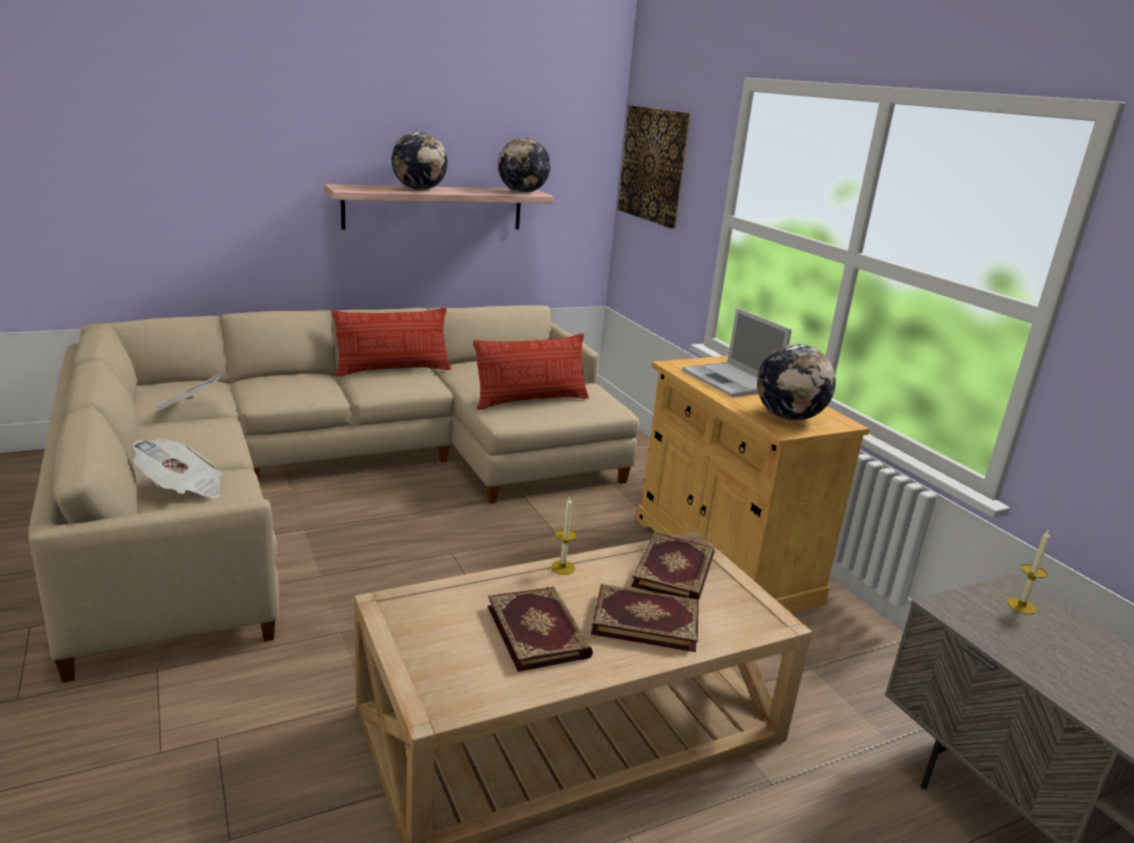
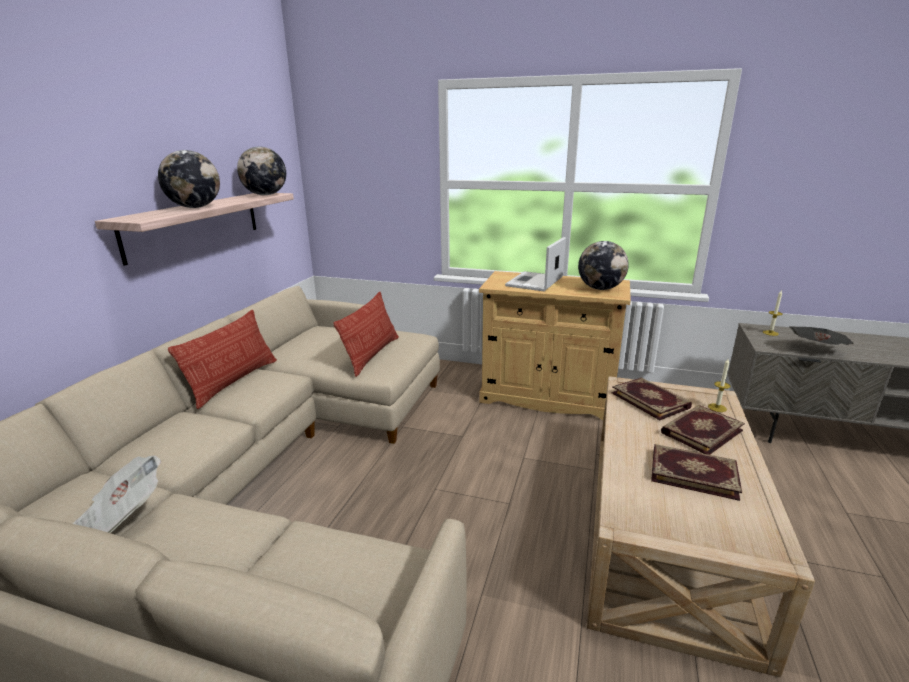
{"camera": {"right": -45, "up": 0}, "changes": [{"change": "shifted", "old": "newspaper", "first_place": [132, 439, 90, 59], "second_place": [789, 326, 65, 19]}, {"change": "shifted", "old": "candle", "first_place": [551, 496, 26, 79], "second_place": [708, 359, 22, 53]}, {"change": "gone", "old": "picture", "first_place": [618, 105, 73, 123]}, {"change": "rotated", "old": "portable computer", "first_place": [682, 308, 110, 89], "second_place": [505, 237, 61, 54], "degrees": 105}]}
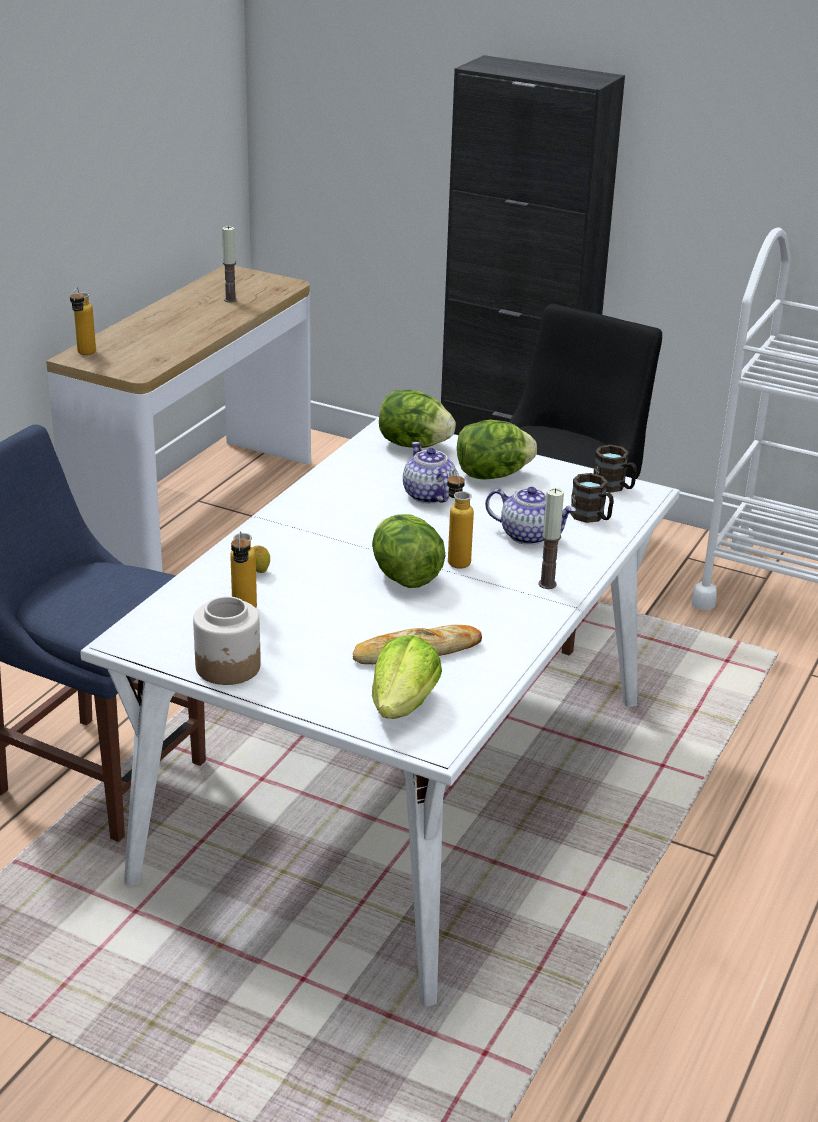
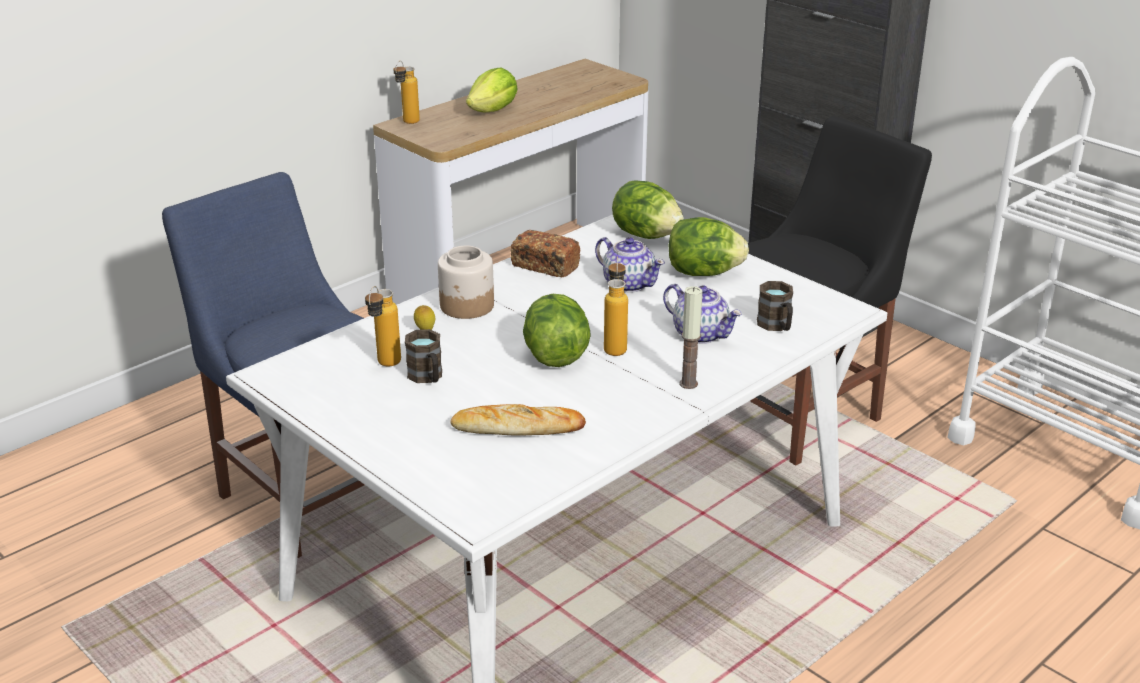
{"camera": {"right": 20, "up": 0}, "changes": [{"change": "shifted", "old": "preserve jar", "first_place": [193, 596, 68, 89], "second_place": [438, 245, 56, 74]}, {"change": "gone", "old": "candle", "first_place": [222, 226, 15, 77]}, {"change": "shifted", "old": "head of lettuce", "first_place": [372, 635, 70, 84], "second_place": [466, 68, 52, 44]}, {"change": "rotated", "old": "teapot", "first_place": [403, 442, 54, 62], "second_place": [595, 237, 70, 56], "degrees": 135}, {"change": "shifted", "old": "brown mug", "first_place": [594, 445, 43, 48], "second_place": [405, 329, 37, 54]}, {"change": "new", "new": "baked bread", "second_place": [510, 230, 70, 48]}]}
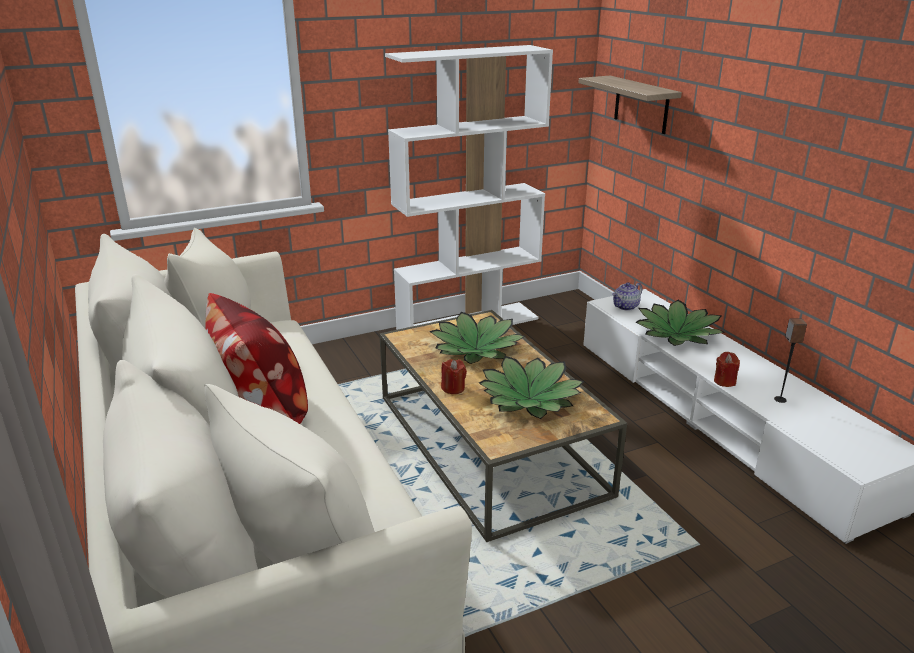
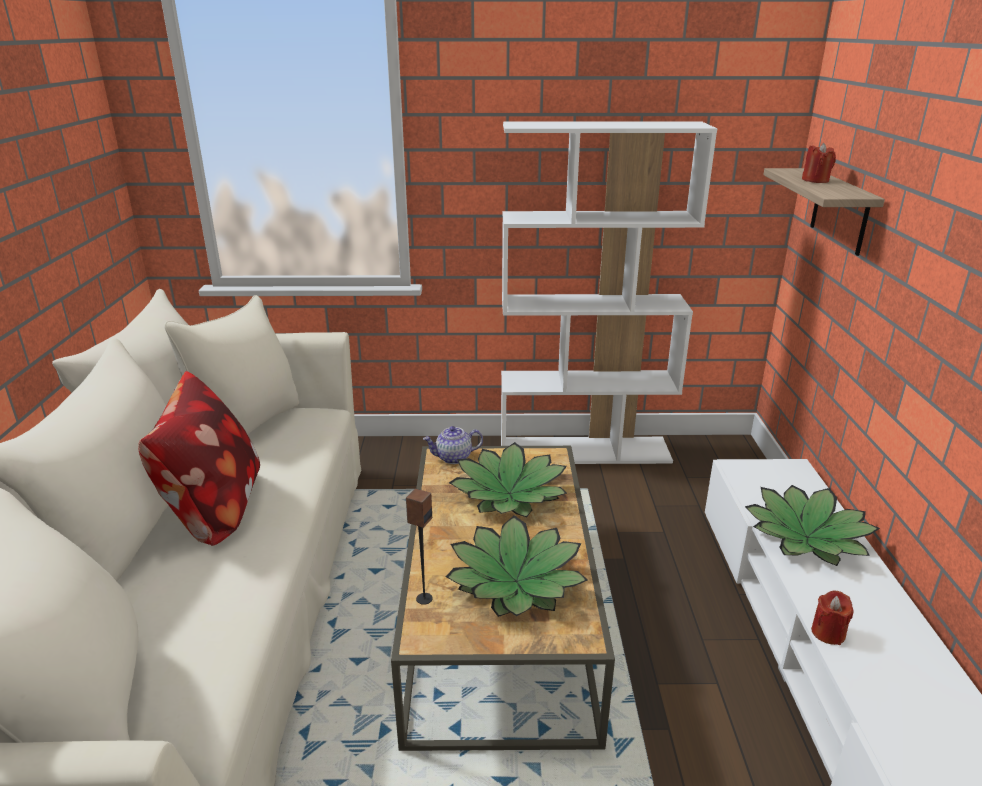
{"camera": {"right": 25, "up": 0}, "changes": [{"change": "shifted", "old": "reddish candle", "first_place": [441, 359, 26, 35], "second_place": [802, 143, 34, 40]}, {"change": "shifted", "old": "teapot", "first_place": [612, 282, 31, 28], "second_place": [423, 426, 60, 38]}, {"change": "shifted", "old": "audio speaker", "first_place": [774, 319, 33, 84], "second_place": [406, 489, 27, 116]}]}
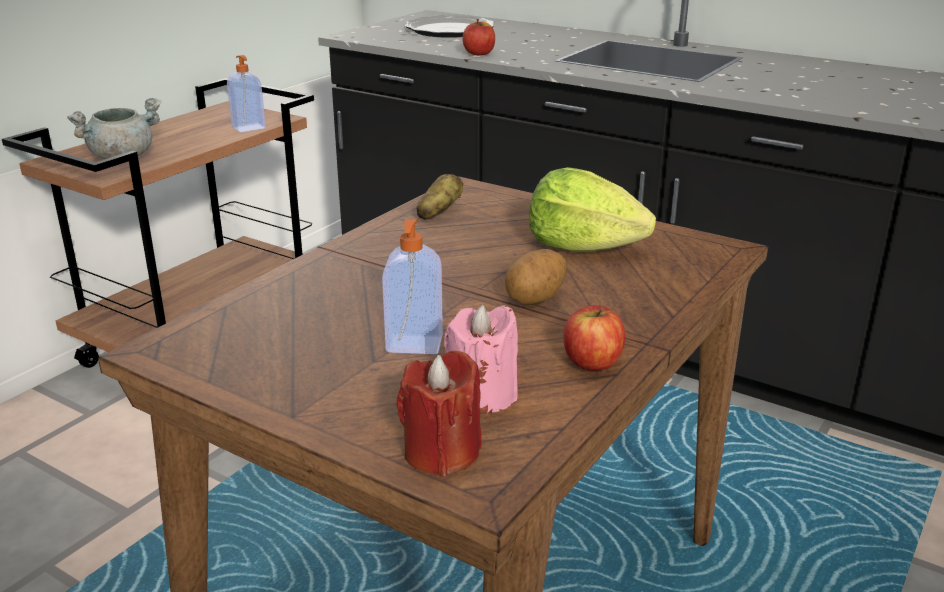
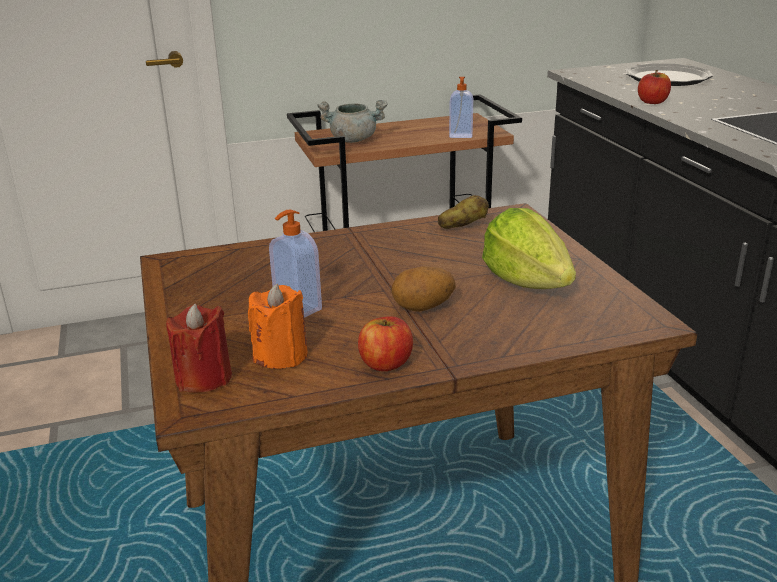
{"camera": {"right": 40, "up": 0}, "changes": [{"change": "repainted", "old": "pinkish candle", "new": "orange candle", "first_place": [444, 305, 74, 109], "second_place": [248, 284, 60, 85]}]}
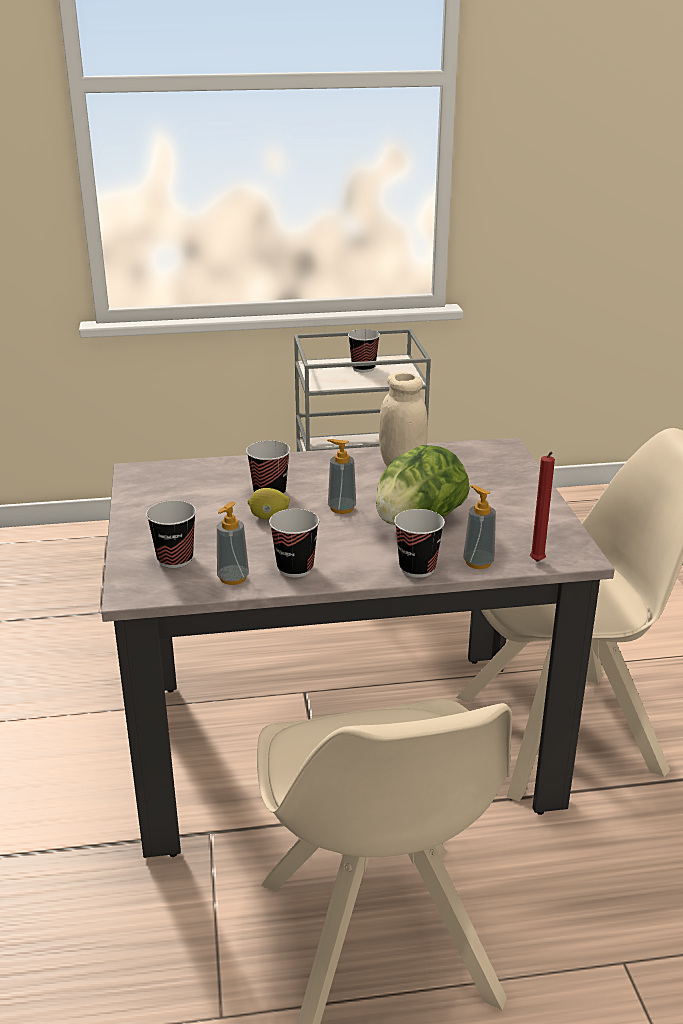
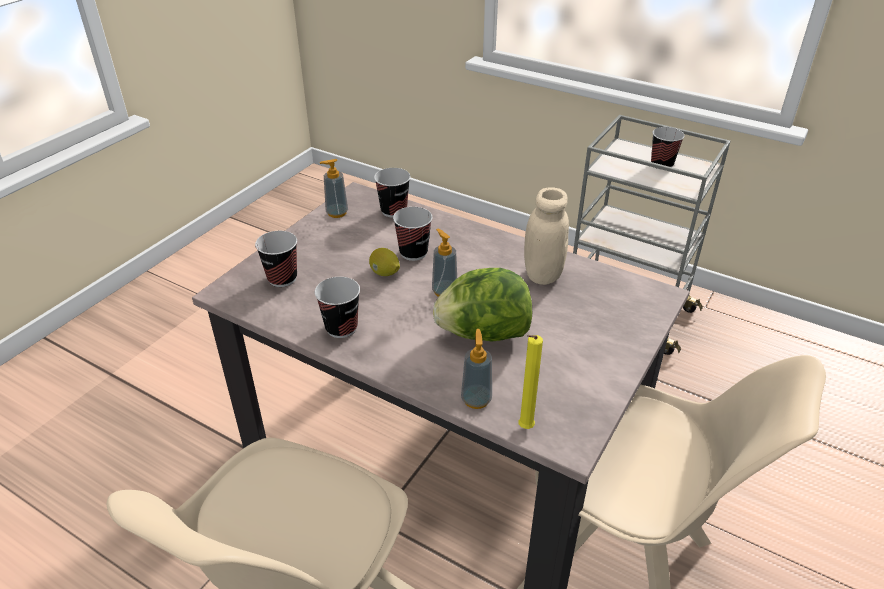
{"camera": {"right": 40, "up": 10}, "changes": [{"change": "shifted", "old": "liquid soap bottle", "first_place": [217, 501, 32, 84], "second_place": [320, 159, 28, 59]}, {"change": "shifted", "old": "drinking cup", "first_place": [394, 509, 51, 69], "second_place": [374, 168, 37, 50]}, {"change": "repainted", "old": "reddish candle", "new": "yellowish candle", "first_place": [530, 452, 25, 110], "second_place": [518, 335, 25, 94]}]}
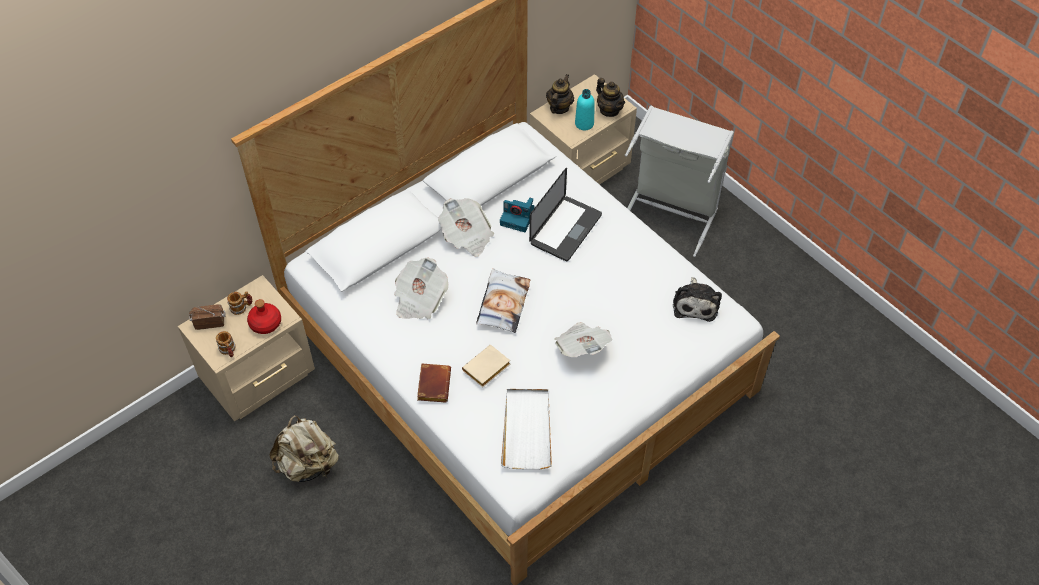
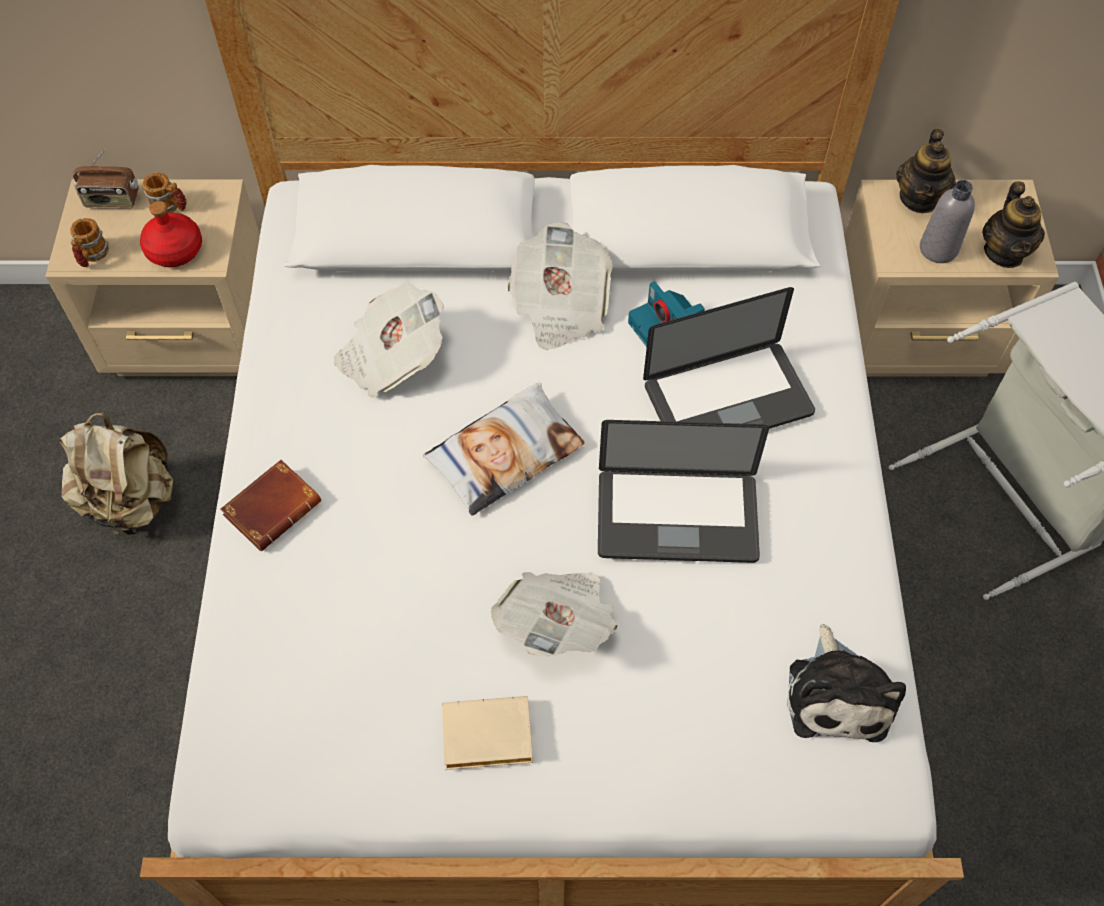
{"camera": {"right": 40, "up": 5}, "changes": [{"change": "rotated", "old": "radio", "first_place": [189, 304, 37, 26], "second_place": [73, 149, 66, 60], "degrees": 150}, {"change": "shifted", "old": "sand-coloured volume", "first_place": [462, 345, 48, 42], "second_place": [442, 696, 91, 74]}, {"change": "gone", "old": "whitish carrying tray", "first_place": [501, 389, 51, 81]}, {"change": "rotated", "old": "teapot", "first_place": [546, 74, 28, 40], "second_place": [896, 129, 60, 84], "degrees": 135}, {"change": "repainted", "old": "blue-green bottle", "new": "gray bottle", "first_place": [575, 89, 20, 41], "second_place": [920, 180, 55, 83]}, {"change": "rotated", "old": "plush toy", "first_place": [673, 277, 49, 45], "second_place": [787, 624, 119, 118], "degrees": -45}, {"change": "new", "new": "portable computer", "second_place": [598, 420, 171, 143]}]}
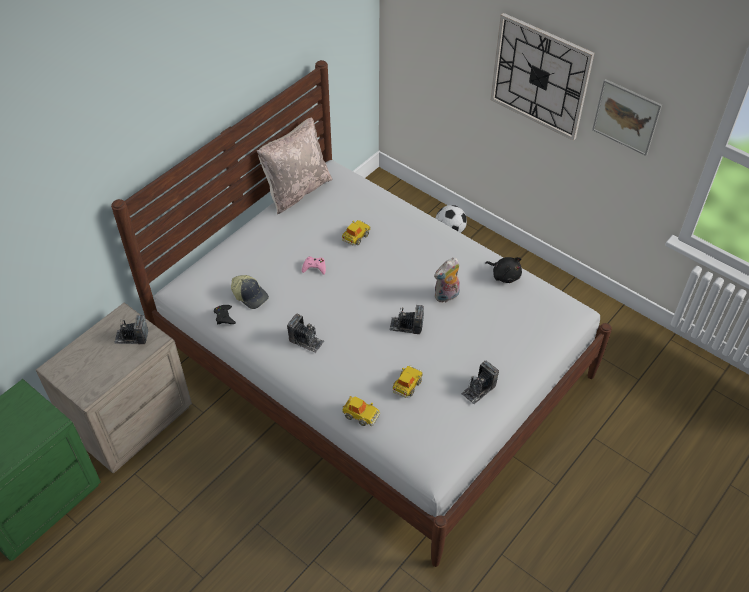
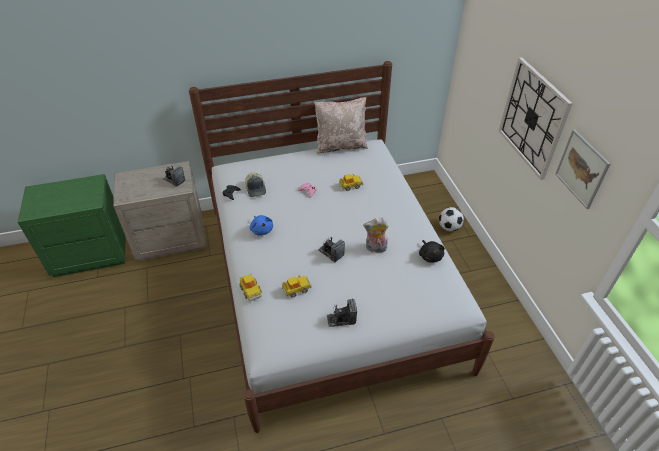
{"camera": {"right": 35, "up": -5}, "changes": [{"change": "swapped", "old": "still camera", "new": "blue plush toy", "first_place": [287, 313, 37, 40], "second_place": [250, 215, 23, 20]}]}
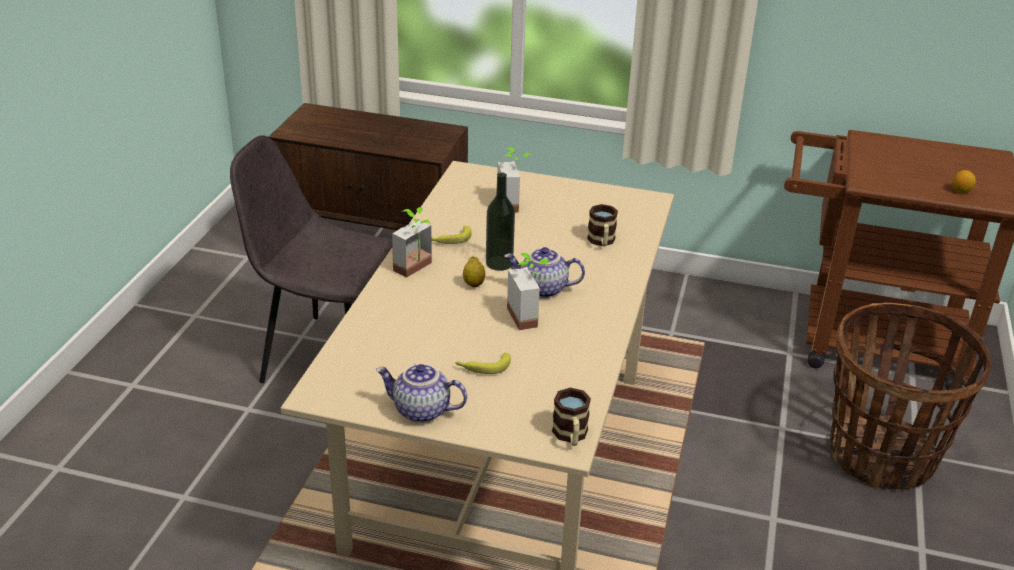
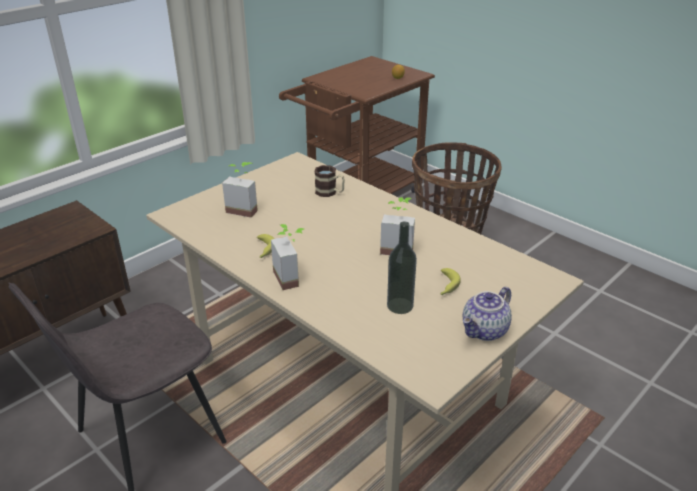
{"camera": {"right": -60, "up": 0}, "changes": [{"change": "gone", "old": "whole lemon", "first_place": [463, 256, 22, 31]}, {"change": "shifted", "old": "bottle", "first_place": [486, 172, 29, 99], "second_place": [387, 221, 30, 93]}, {"change": "gone", "old": "teapot", "first_place": [504, 247, 81, 51]}, {"change": "gone", "old": "mug", "first_place": [552, 388, 39, 58]}]}
